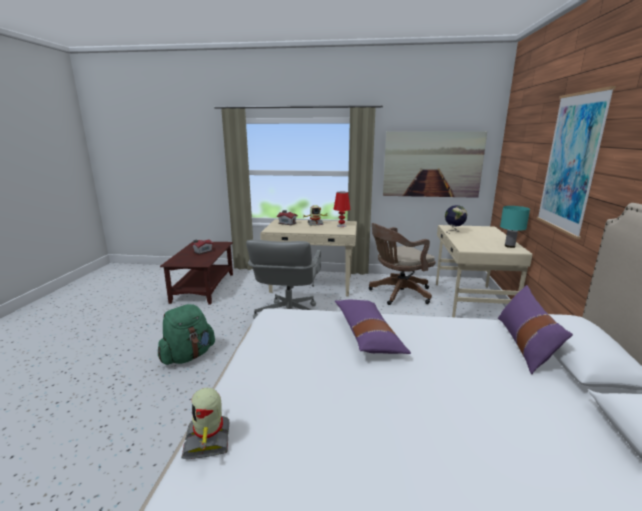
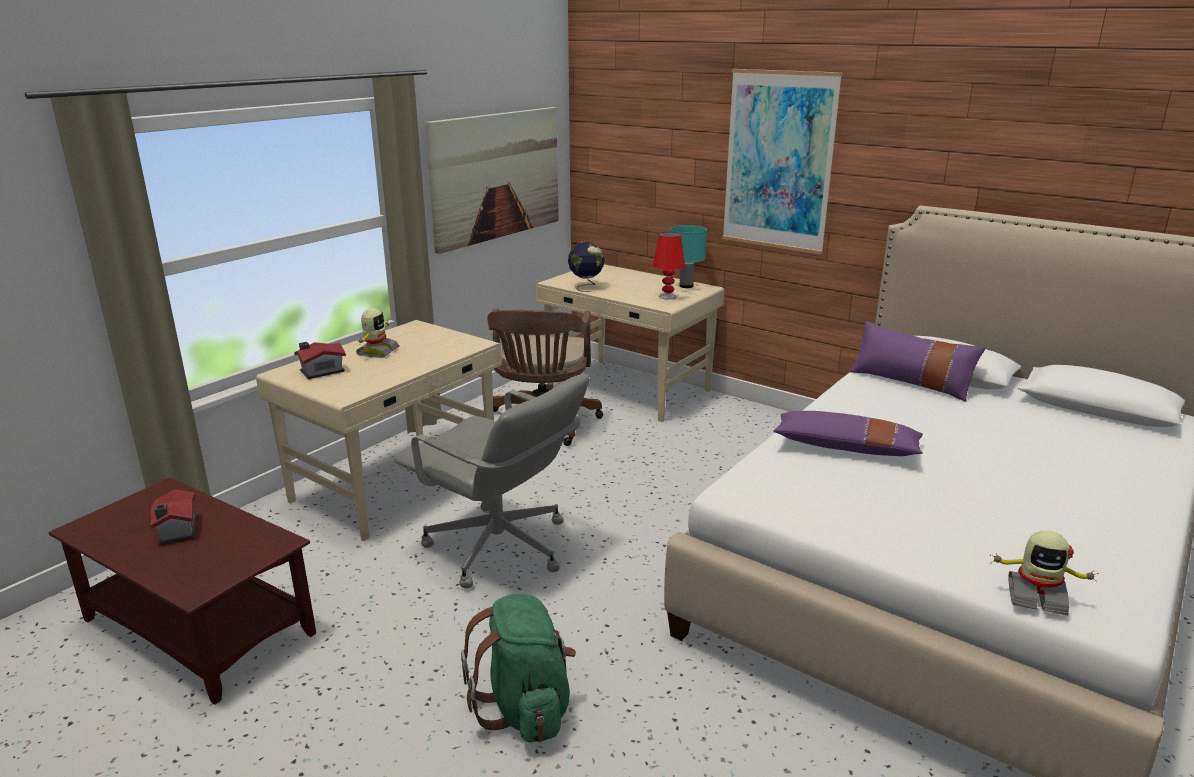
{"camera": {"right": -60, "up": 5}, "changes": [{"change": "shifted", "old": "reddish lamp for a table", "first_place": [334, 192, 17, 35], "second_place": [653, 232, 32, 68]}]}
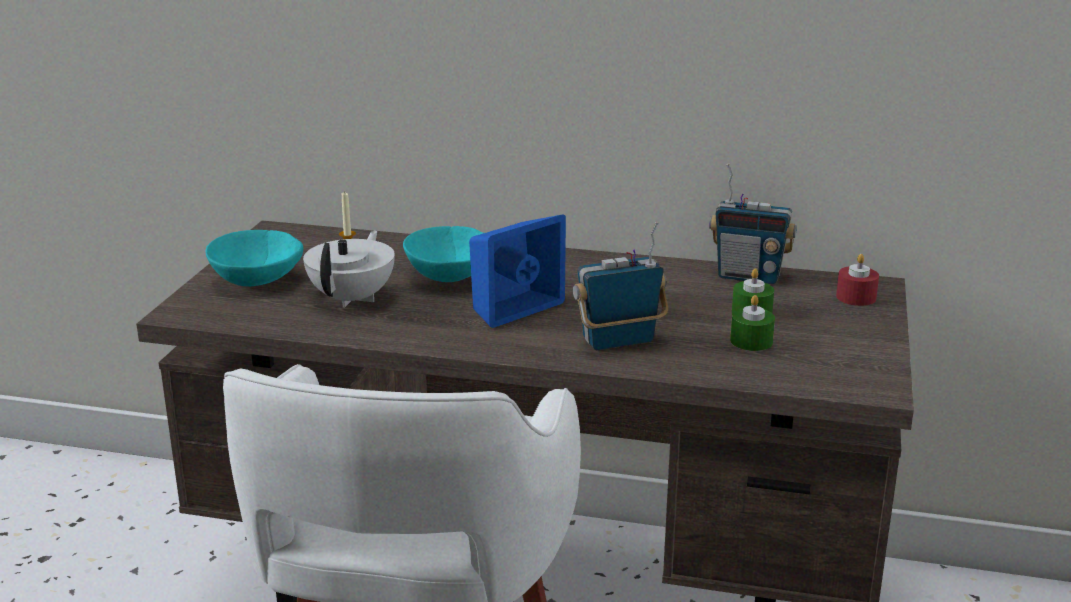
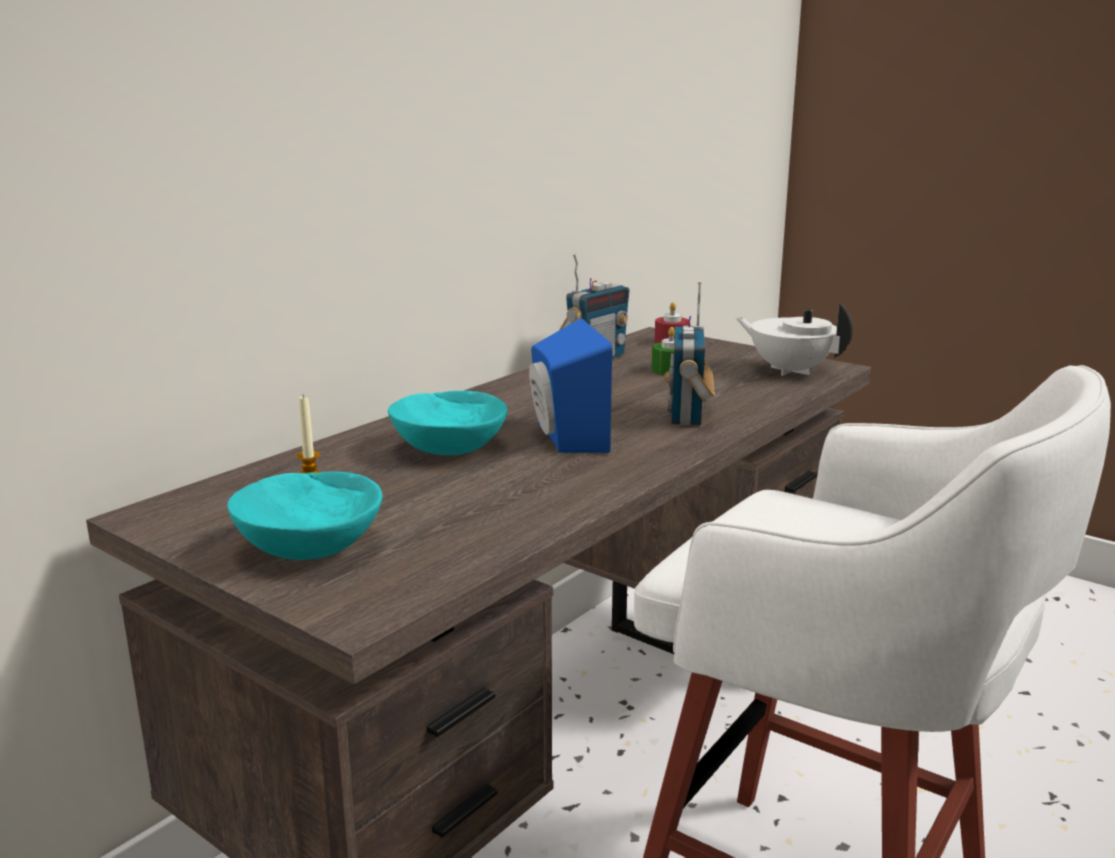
{"camera": {"right": -65, "up": -5}, "changes": [{"change": "shifted", "old": "whitish teapot", "first_place": [303, 231, 92, 77], "second_place": [736, 304, 117, 72]}, {"change": "gone", "old": "green candle", "first_place": [730, 295, 45, 56]}]}
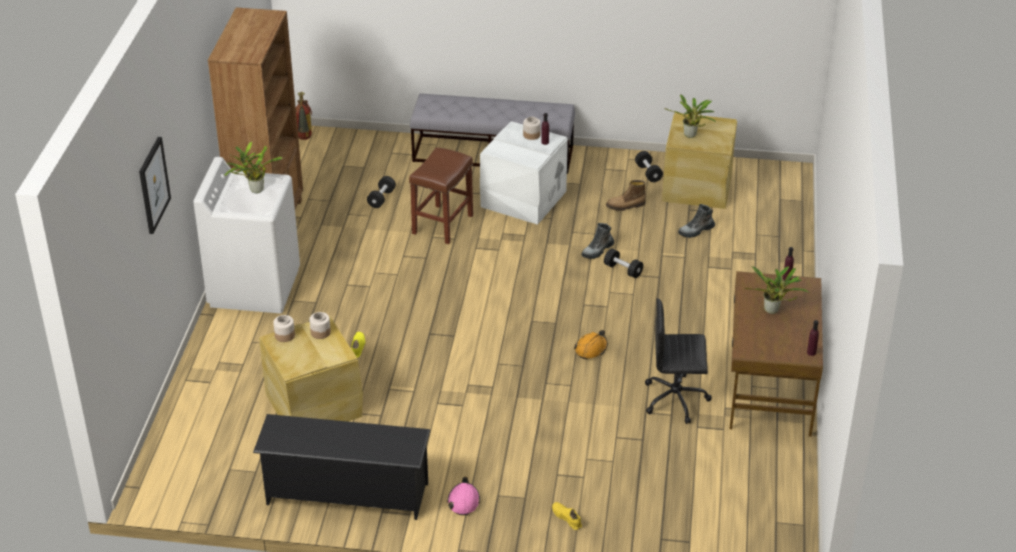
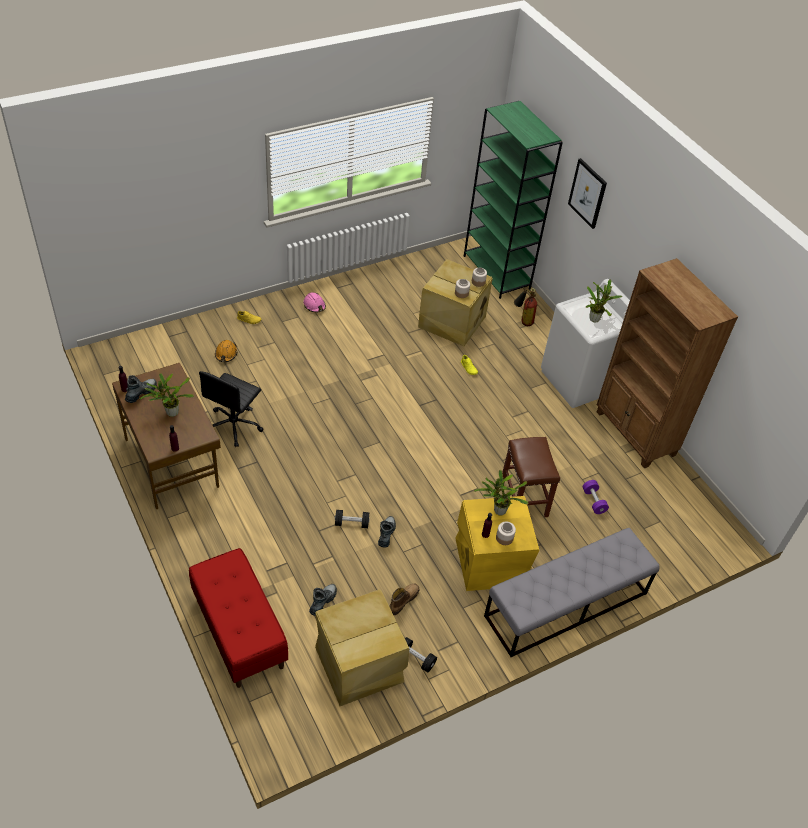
{"camera": {"right": 140, "up": 10}, "changes": [{"change": "gone", "old": "blackish shoe shelf", "first_place": [253, 414, 177, 106]}, {"change": "shifted", "old": "fire-fighting cylinder", "first_place": [296, 92, 16, 48], "second_place": [514, 288, 23, 38]}, {"change": "repainted", "old": "blackish free weight", "new": "purple free weight", "first_place": [367, 176, 29, 32], "second_place": [583, 480, 26, 34]}, {"change": "repainted", "old": "whitish storage bin", "new": "yellowish storage bin", "first_place": [480, 121, 88, 104], "second_place": [455, 496, 84, 95]}, {"change": "shifted", "old": "orange hard hat", "first_place": [574, 330, 34, 29], "second_place": [215, 340, 23, 22]}, {"change": "rotated", "old": "blackish computer chair", "first_place": [645, 298, 67, 126], "second_place": [199, 371, 64, 76], "degrees": 150}, {"change": "shifted", "old": "potted plant", "first_place": [664, 94, 53, 44], "second_place": [474, 470, 54, 46]}, {"change": "new", "new": "boot", "second_place": [125, 375, 32, 28]}, {"change": "new", "new": "reddish indoor bench", "second_place": [189, 548, 99, 140]}, {"change": "new", "new": "green shelving unit", "second_place": [464, 101, 99, 198]}]}
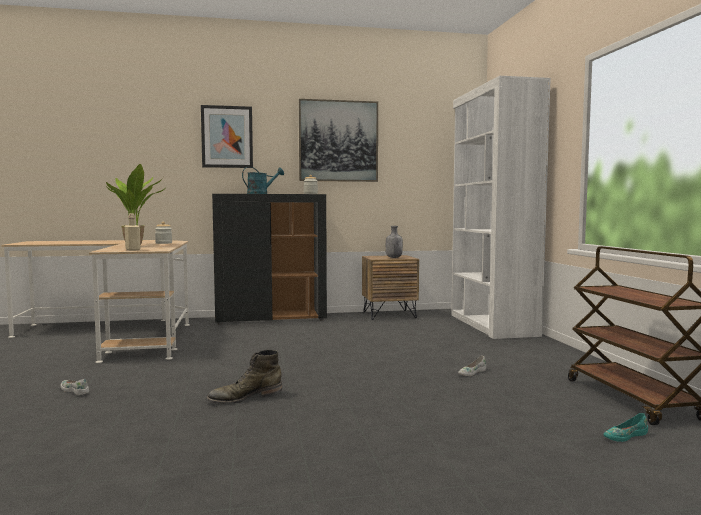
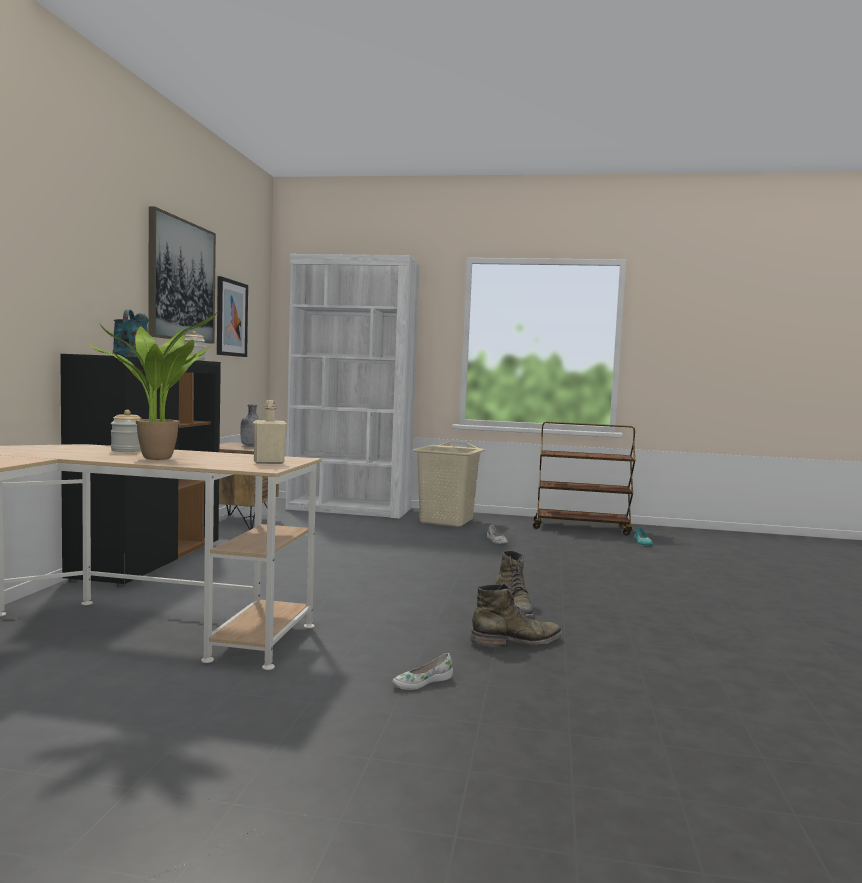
{"camera": {"right": -70, "up": 0}, "changes": [{"change": "shifted", "old": "picture", "first_place": [201, 105, 52, 63], "second_place": [217, 276, 31, 81]}, {"change": "new", "new": "sand-coloured hamper", "second_place": [413, 442, 71, 85]}, {"change": "new", "new": "green boot", "second_place": [471, 583, 92, 64]}]}
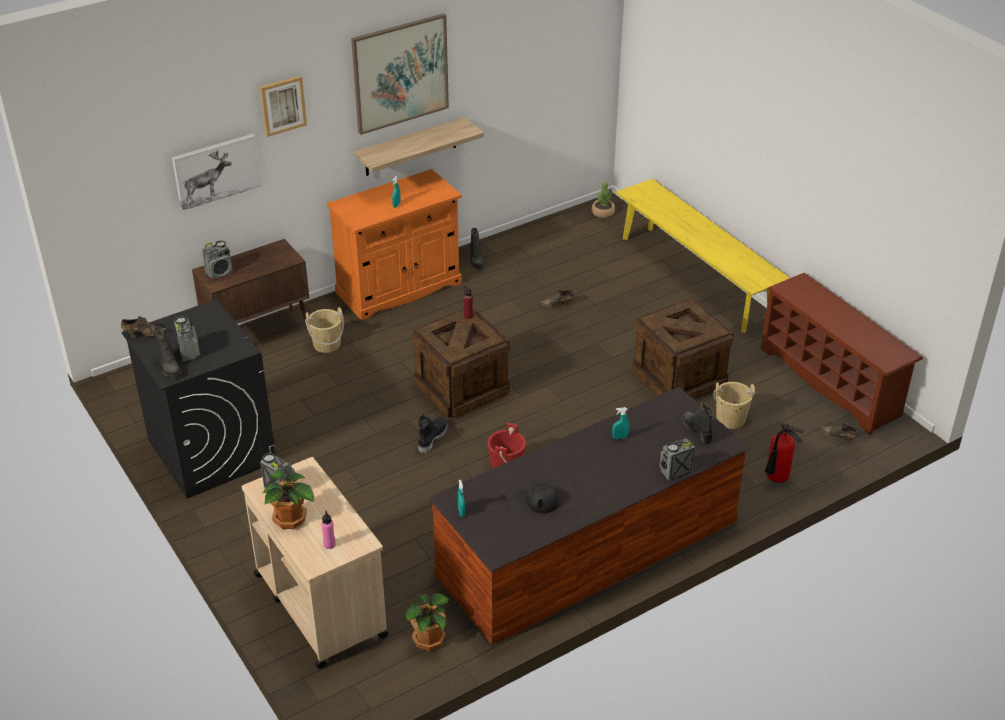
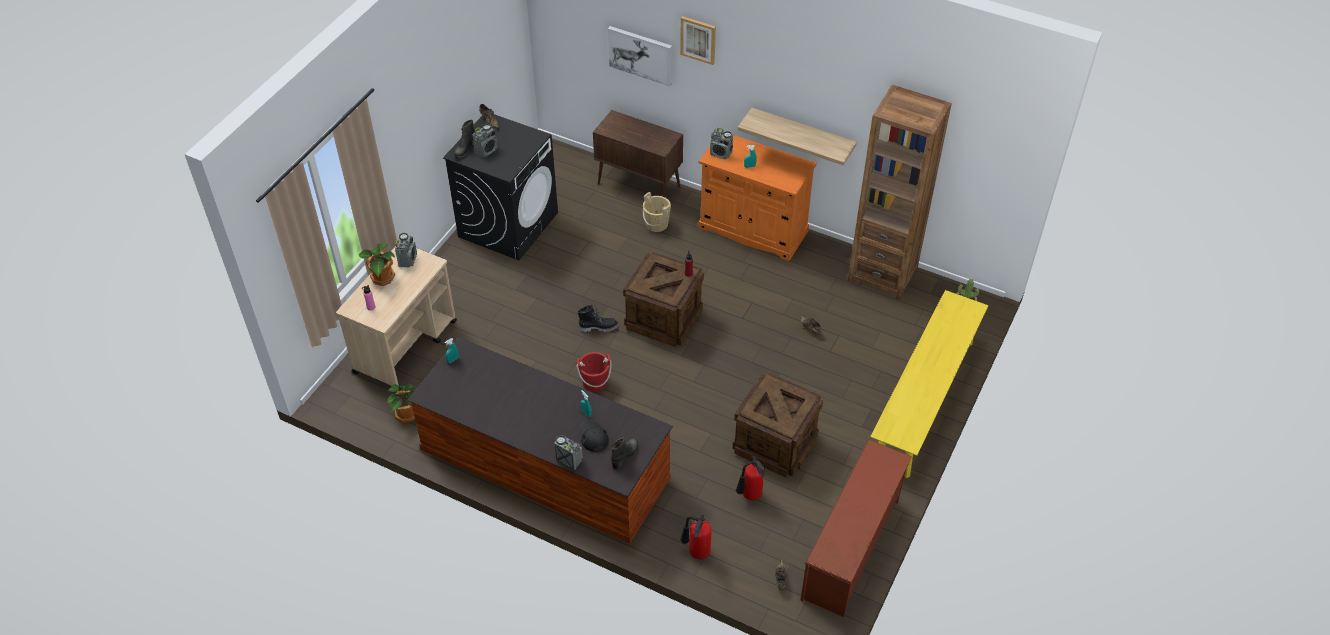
{"camera": {"right": 60, "up": 10}, "changes": [{"change": "shifted", "old": "radio", "first_place": [202, 240, 31, 39], "second_place": [710, 127, 23, 32]}, {"change": "gone", "old": "picture", "first_place": [351, 13, 98, 122]}, {"change": "gone", "old": "blackish boot", "first_place": [470, 228, 14, 41]}, {"change": "shifted", "old": "blackish cap", "first_place": [512, 483, 48, 30], "second_place": [579, 421, 29, 31]}, {"change": "swapped", "old": "sand-coloured bucket", "new": "fire-fighting cylinder", "first_place": [714, 382, 41, 47], "second_place": [736, 456, 29, 44]}, {"change": "new", "new": "brown shelving unit", "second_place": [848, 85, 104, 215]}]}
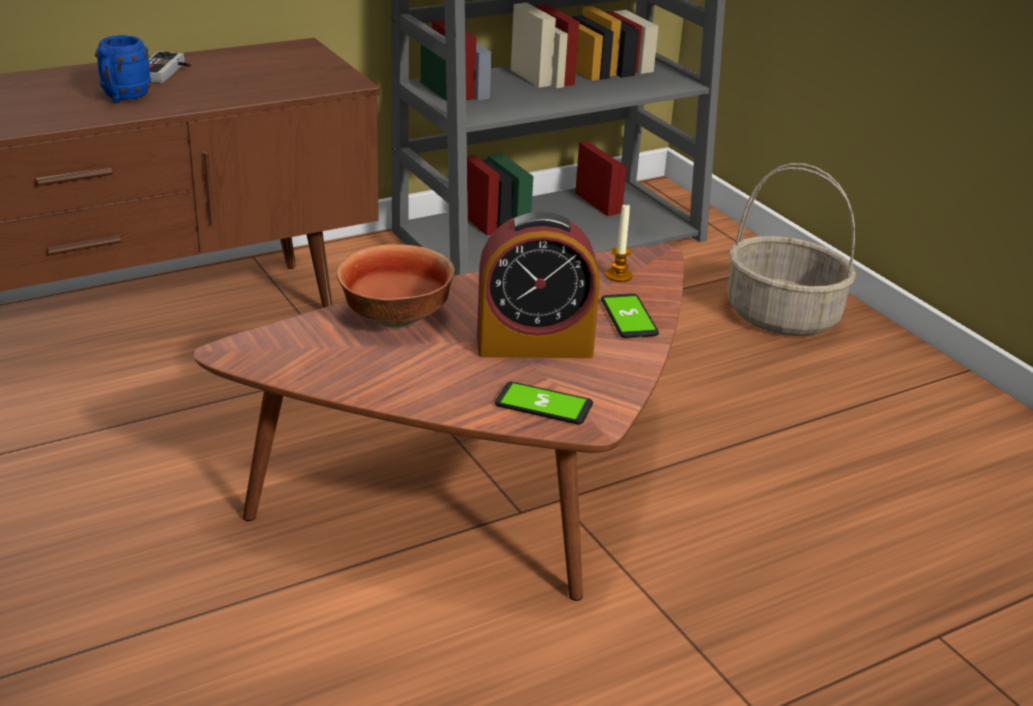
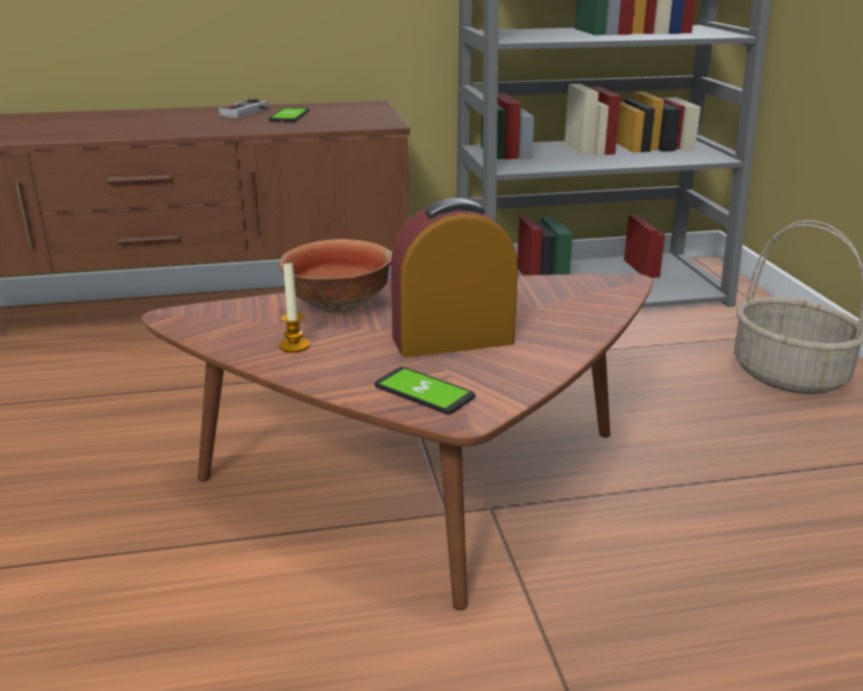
{"camera": {"right": 20, "up": -5}, "changes": [{"change": "gone", "old": "blue mug", "first_place": [95, 35, 56, 68]}, {"change": "rotated", "old": "alarm clock", "first_place": [477, 212, 123, 146], "second_place": [391, 198, 127, 160], "degrees": 150}, {"change": "shifted", "old": "phone", "first_place": [601, 294, 58, 44], "second_place": [269, 107, 40, 15]}, {"change": "shifted", "old": "candle", "first_place": [606, 205, 27, 77], "second_place": [279, 263, 31, 90]}]}
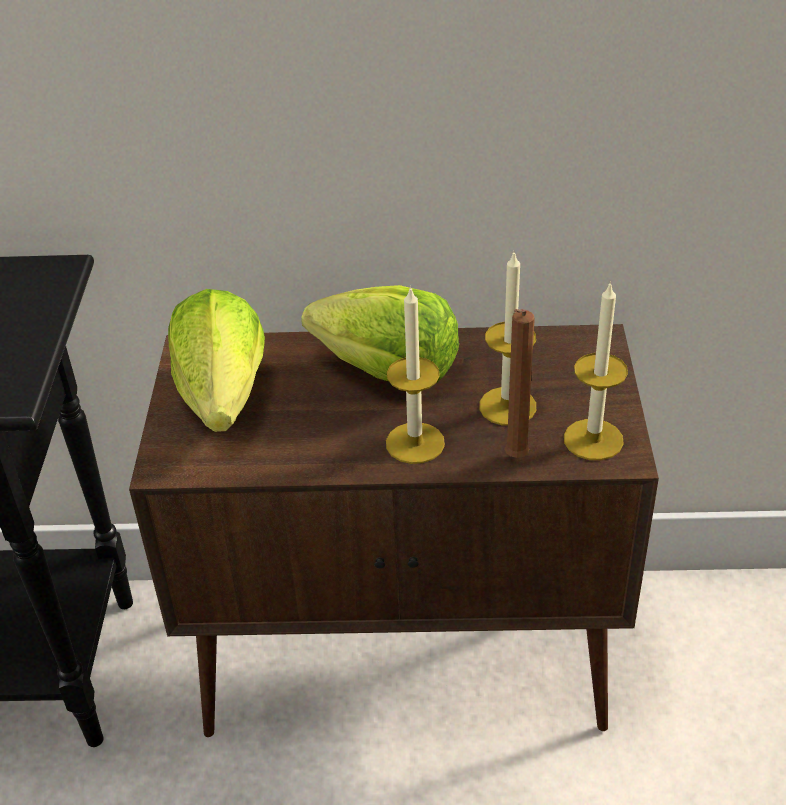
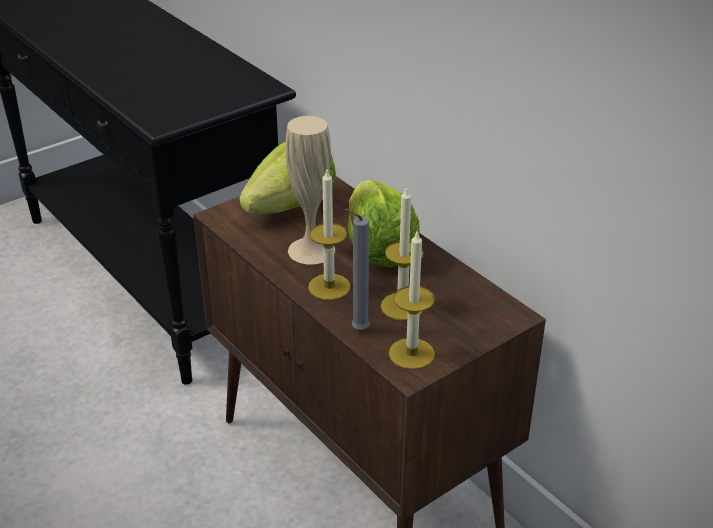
{"camera": {"right": 50, "up": -5}, "changes": [{"change": "repainted", "old": "brown candle", "new": "gray candle", "first_place": [505, 309, 30, 149], "second_place": [345, 209, 25, 121]}, {"change": "new", "new": "sand-coloured vase", "second_place": [285, 116, 50, 149]}]}
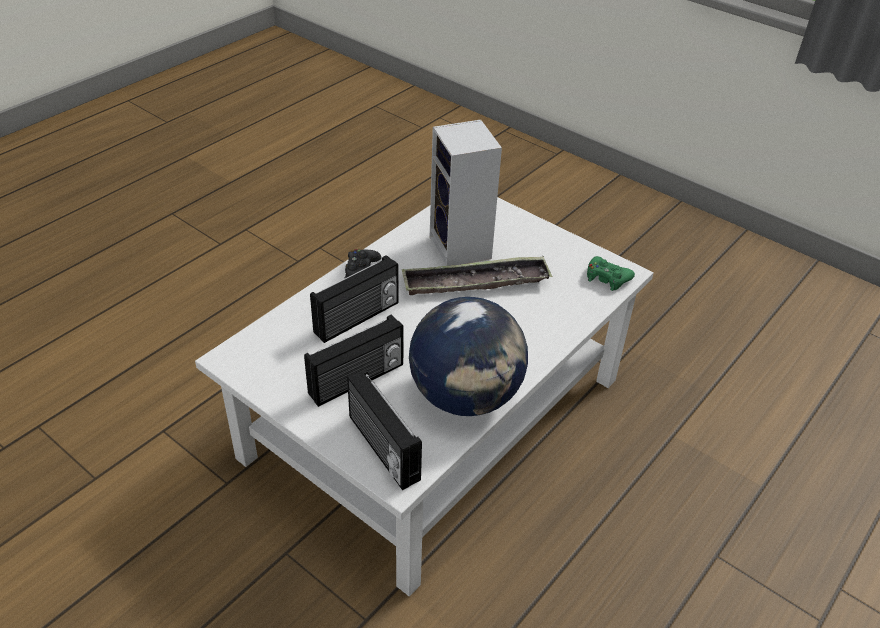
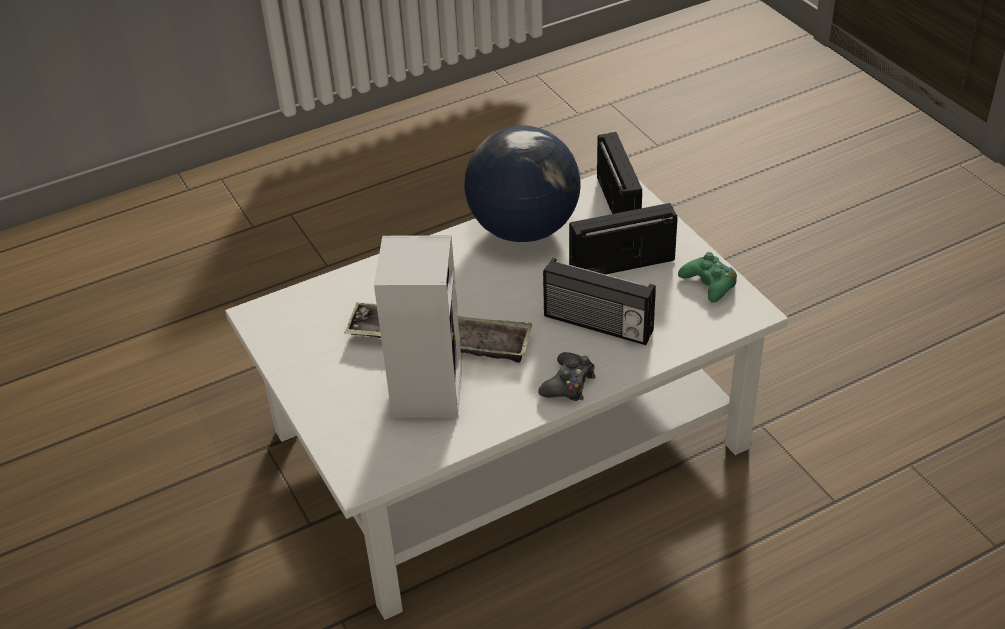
{"camera": {"right": -155, "up": 0}, "changes": [{"change": "rotated", "old": "radio", "first_place": [310, 255, 89, 88], "second_place": [543, 258, 113, 87], "degrees": -135}, {"change": "shifted", "old": "green game controller", "first_place": [587, 256, 48, 35], "second_place": [678, 252, 59, 51]}]}
